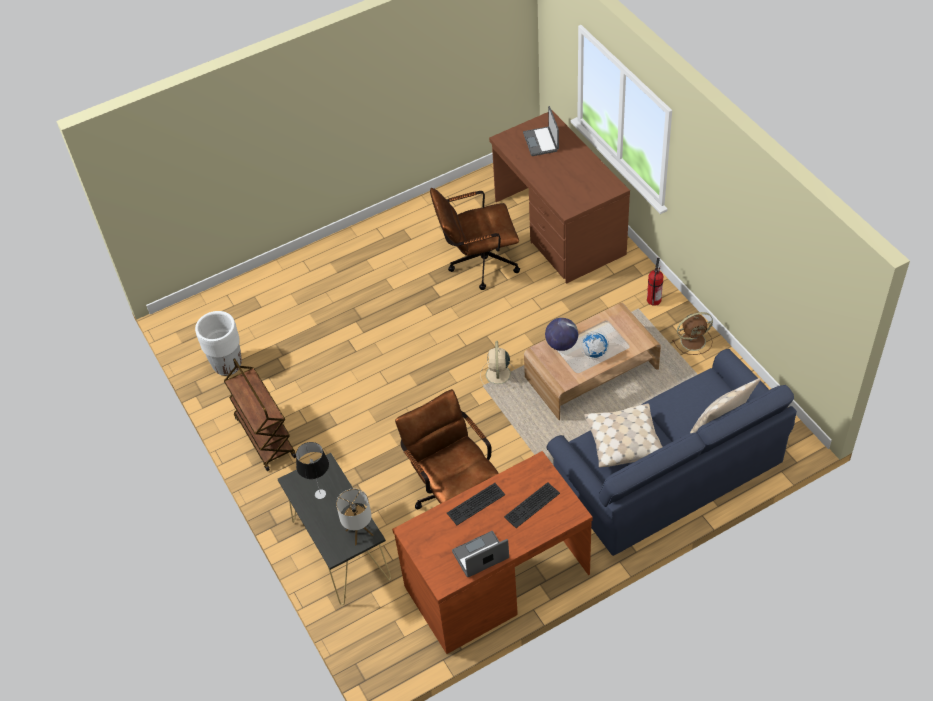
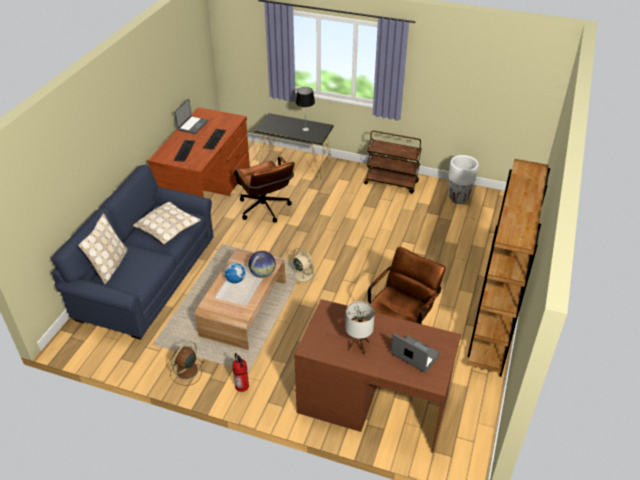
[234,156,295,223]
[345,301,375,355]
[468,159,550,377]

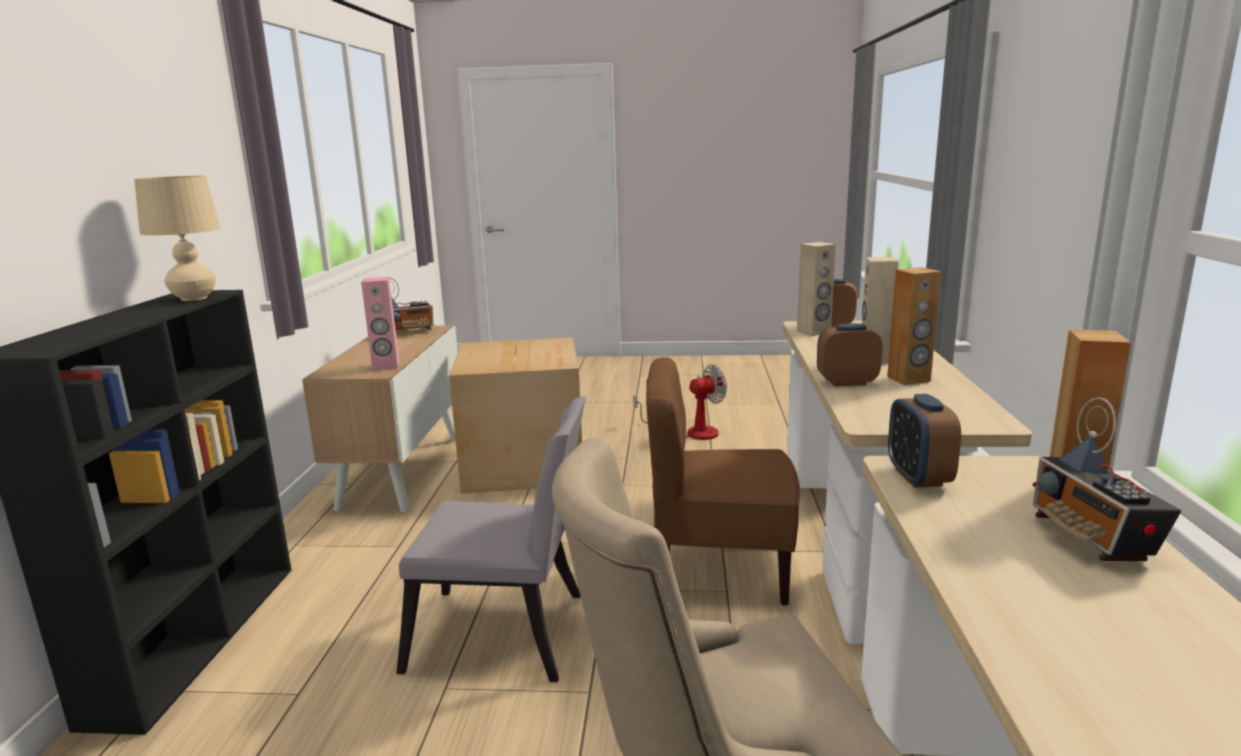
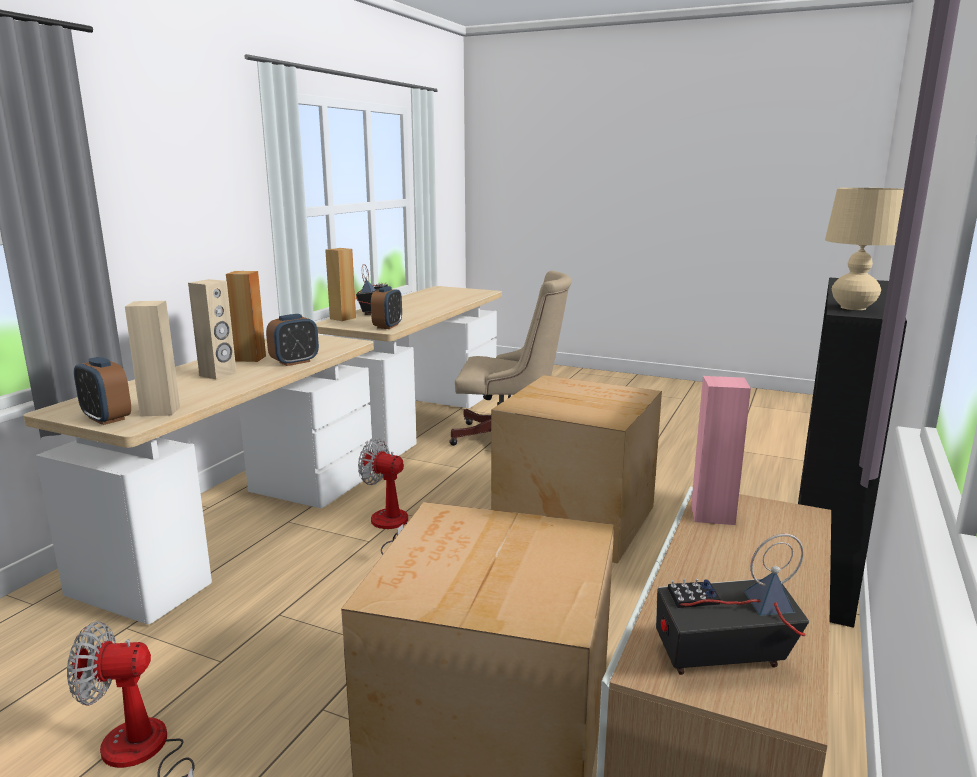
[266,314,319,366]
[358,438,408,555]
[491,375,662,564]

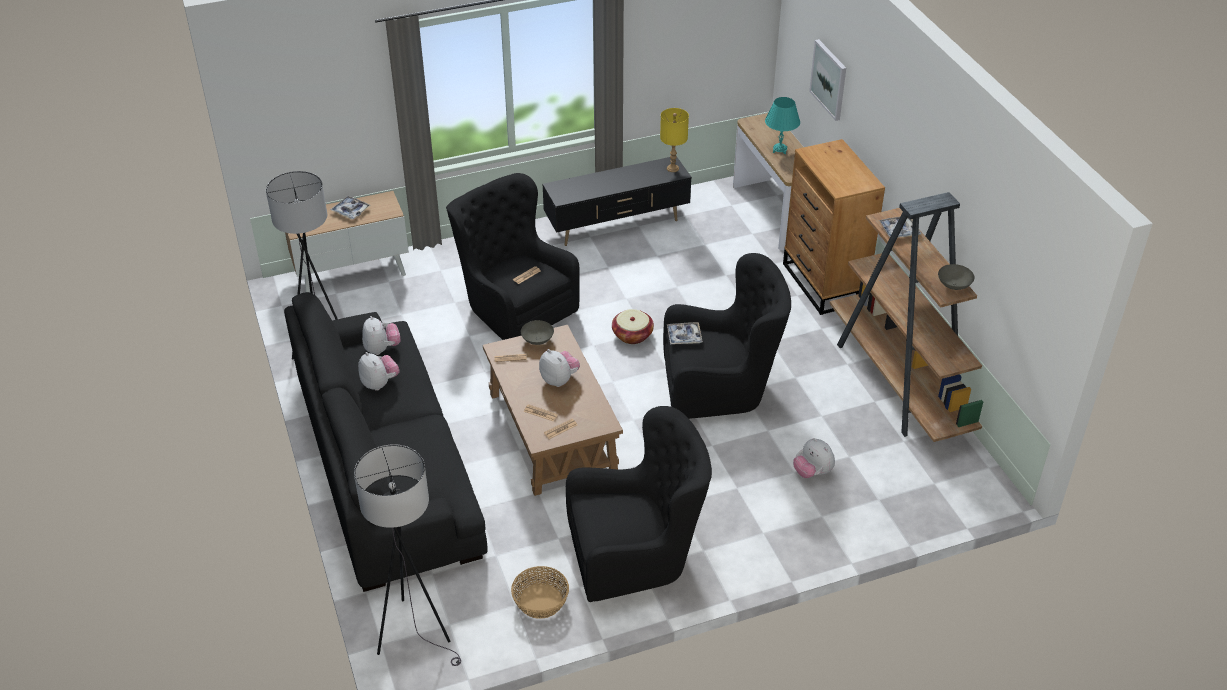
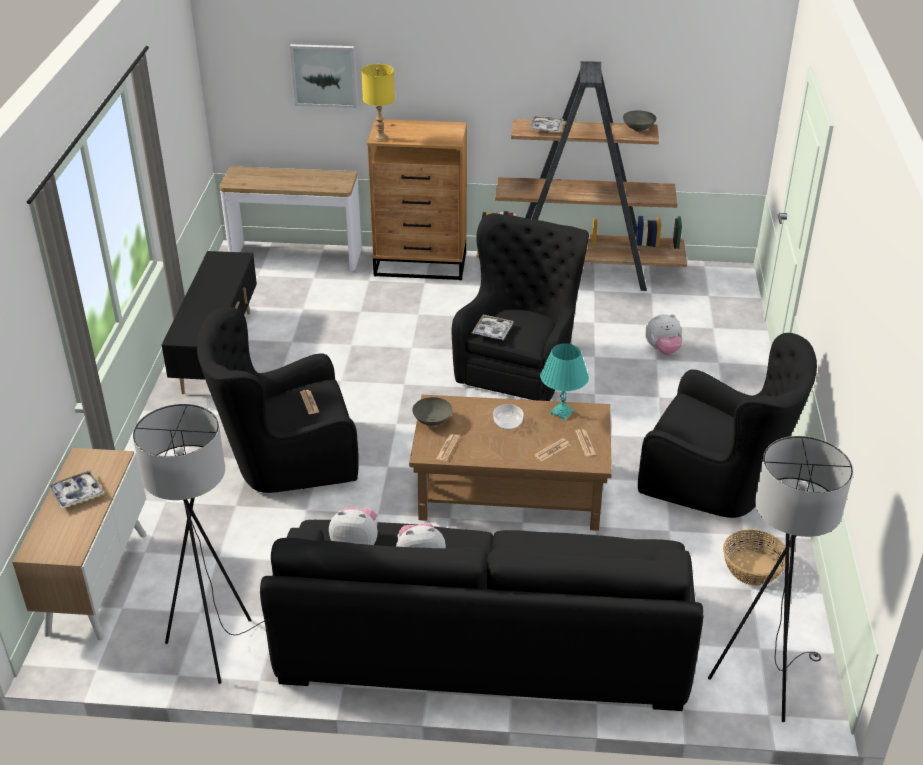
[361,64,395,142]
[493,404,523,430]
[540,343,589,421]
[638,333,817,518]
[612,309,654,344] (first image)

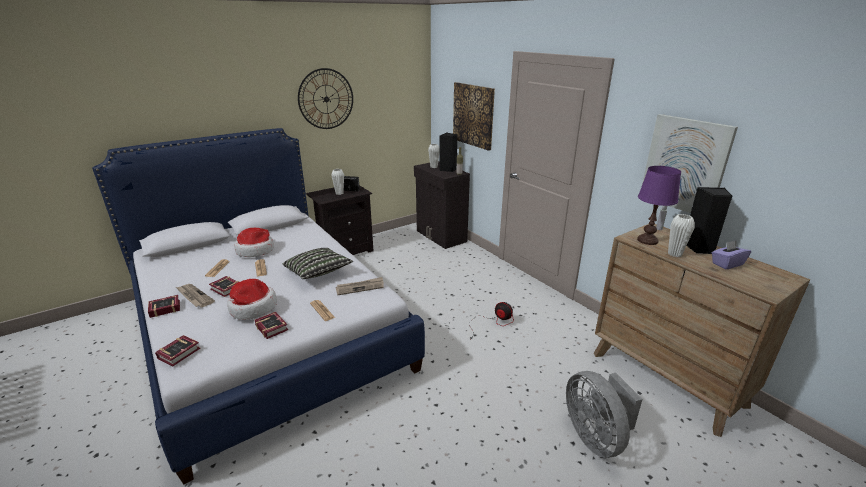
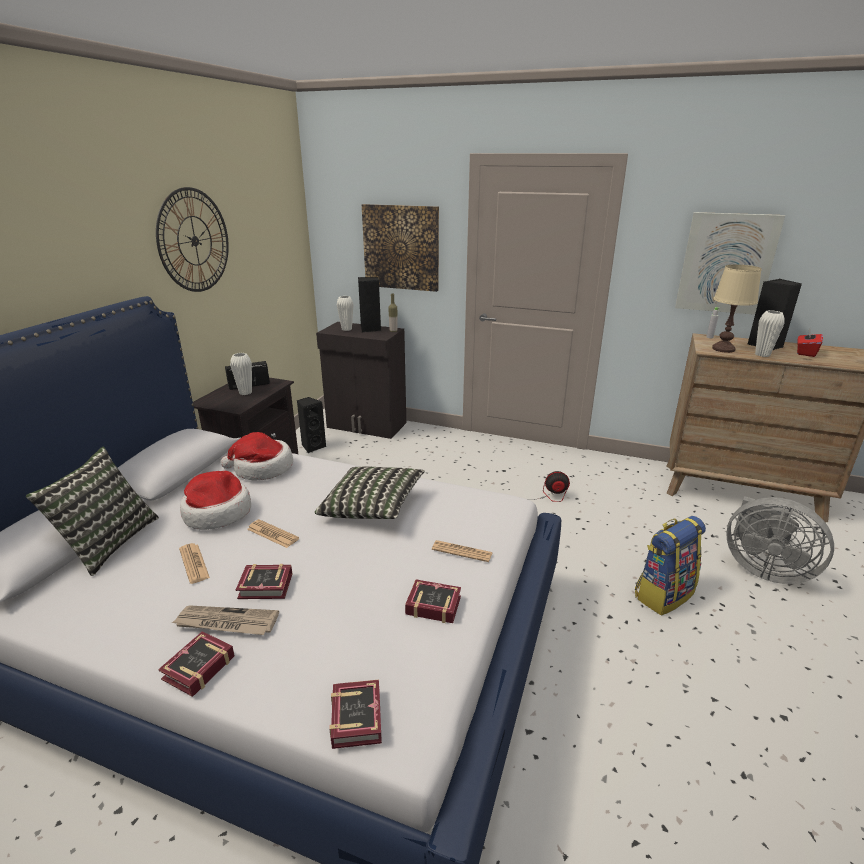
[26,447,159,576]
[220,432,293,480]
[297,397,326,453]
[635,516,706,615]
[712,264,762,353]
[797,329,823,357]
[336,277,384,295] (first image)

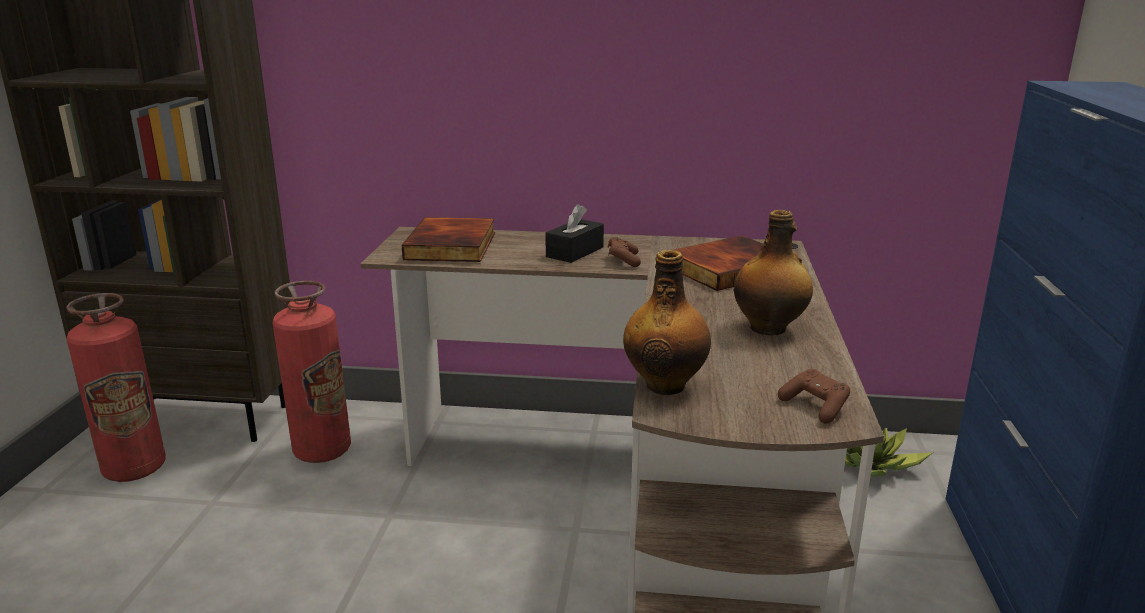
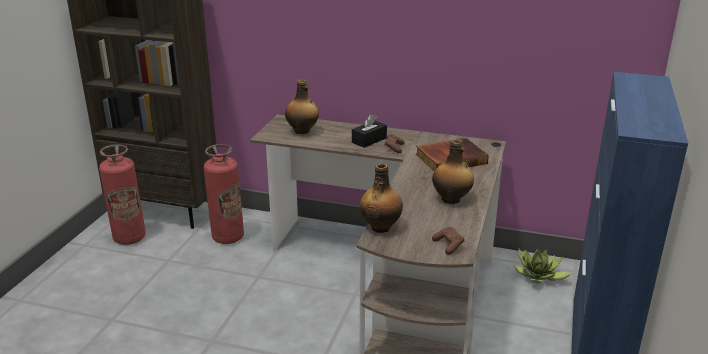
[285,80,319,134]

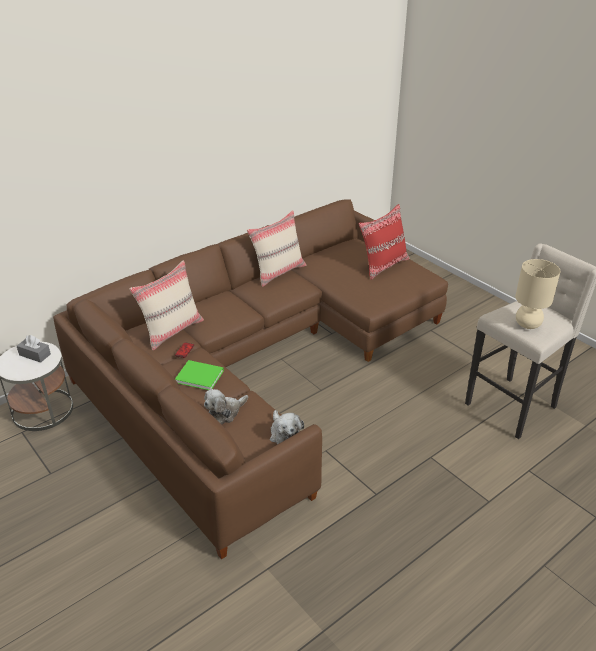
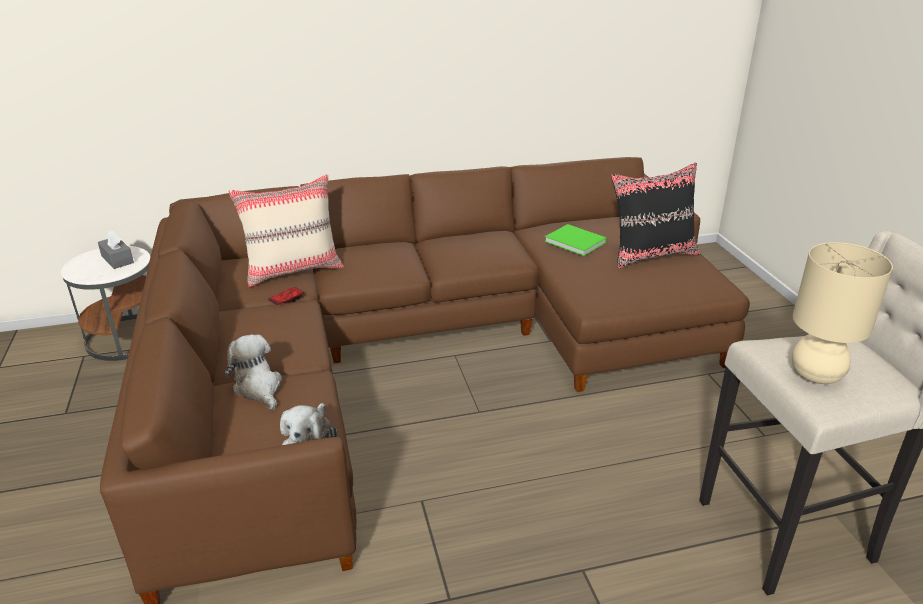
[225,335,282,410]
[544,224,607,256]
[611,163,700,269]
[247,210,306,287] (first image)

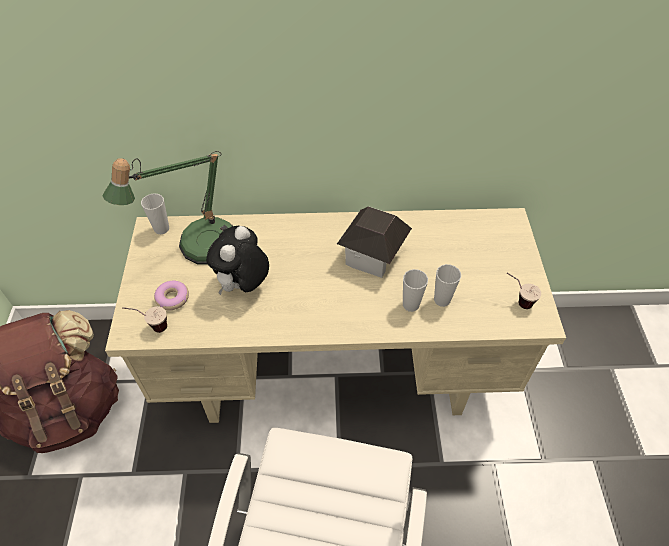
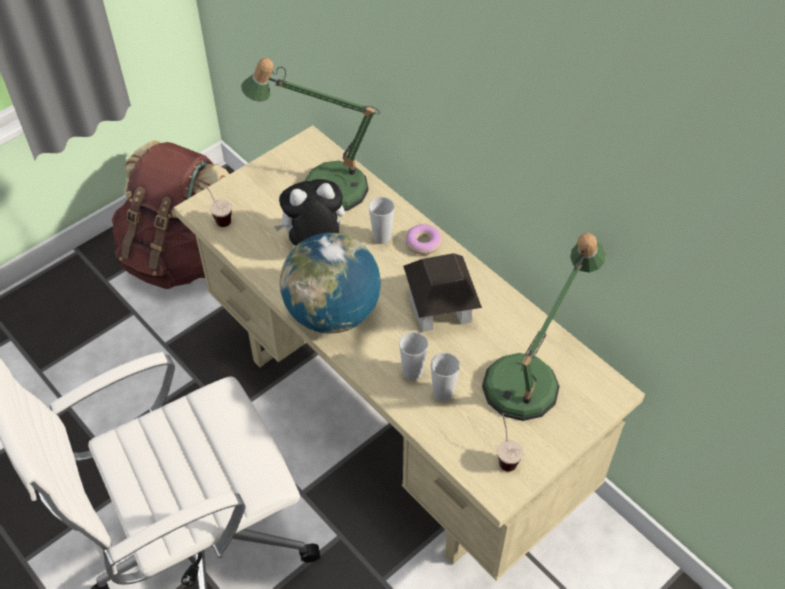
[279,233,381,334]
[369,197,395,244]
[405,224,442,255]
[482,233,606,421]

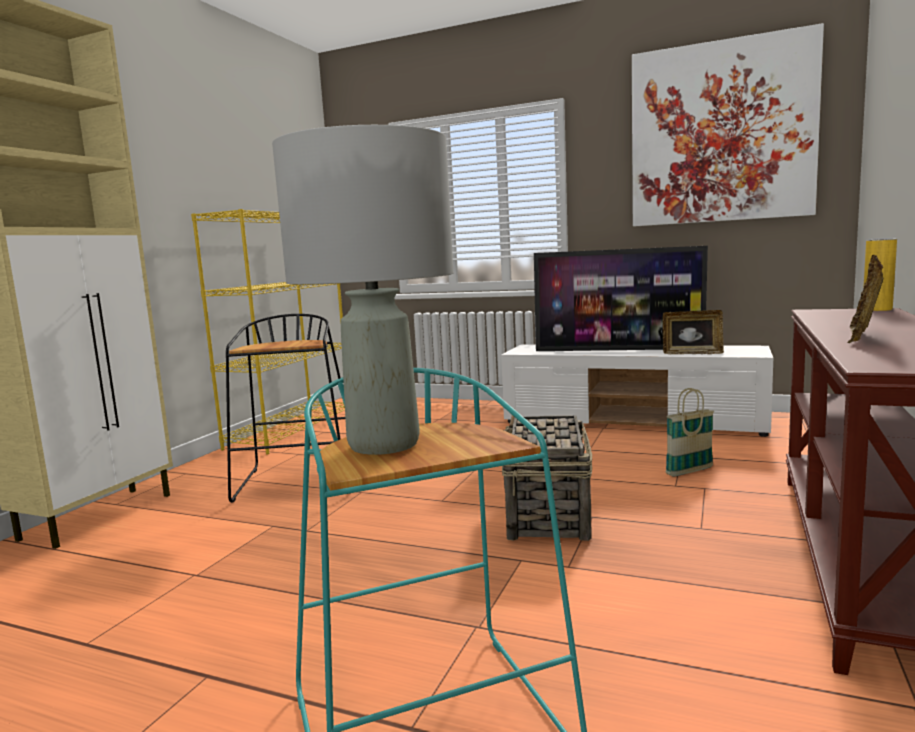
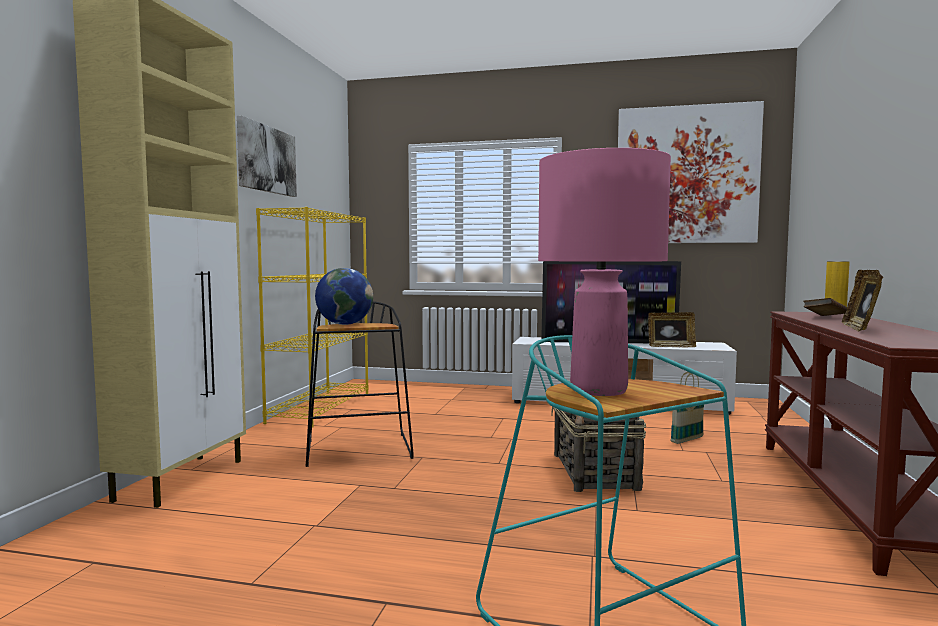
[237,115,297,197]
[315,268,373,325]
[538,148,671,396]
[804,298,847,316]

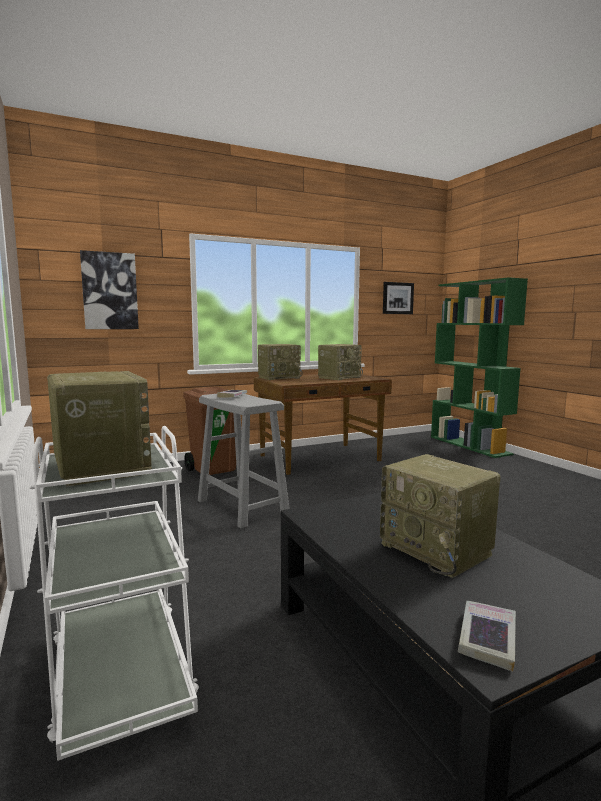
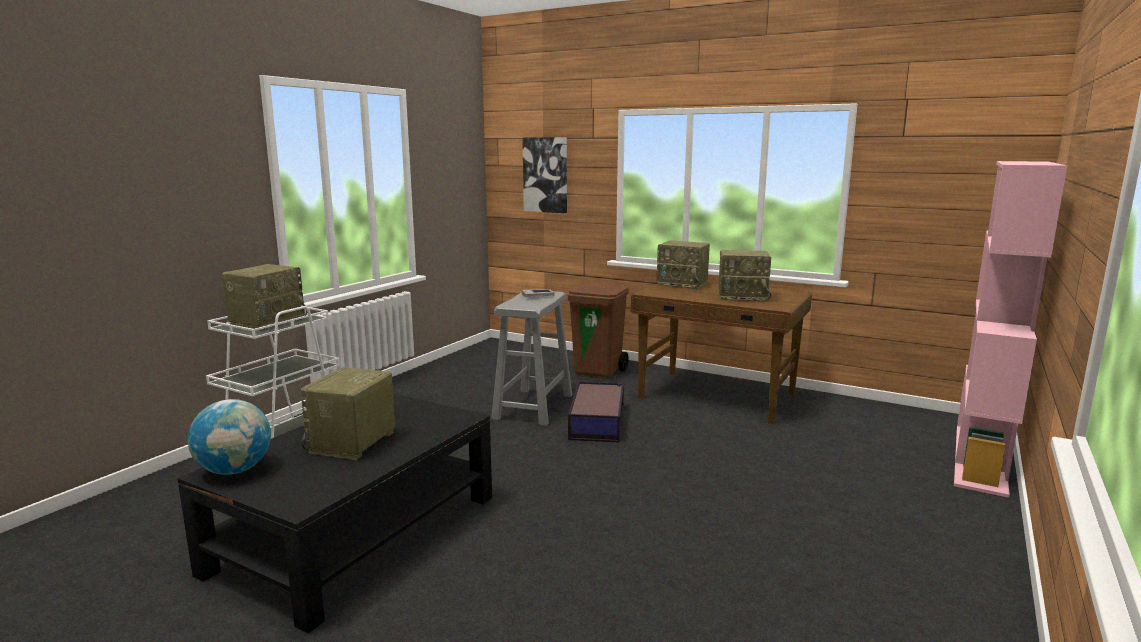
[188,399,271,475]
[568,382,624,442]
[954,161,1067,498]
[383,282,414,314] (first image)

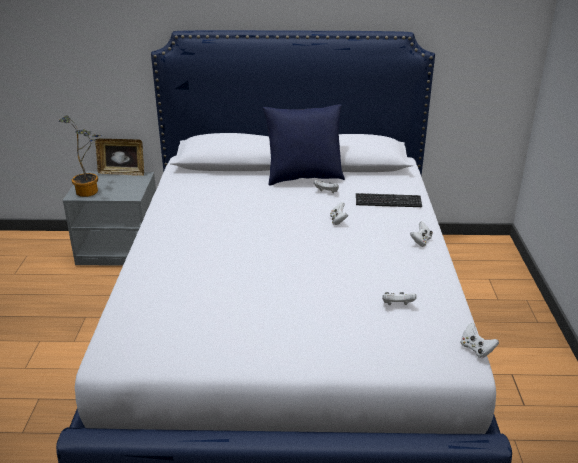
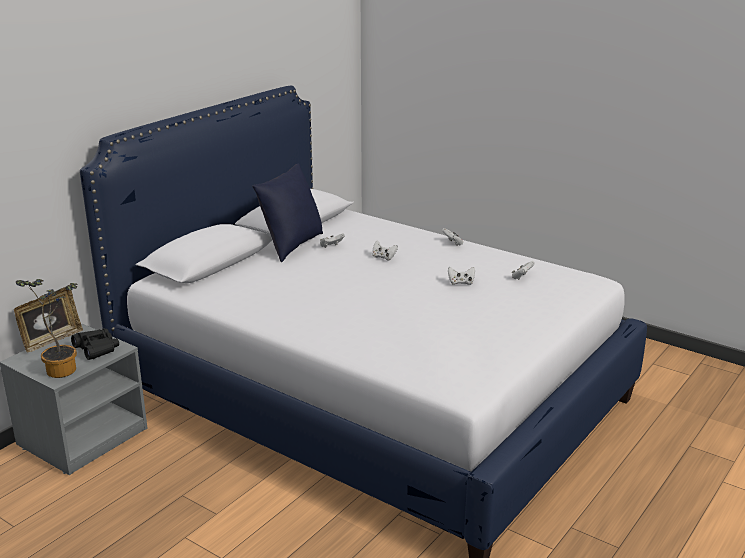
[71,328,119,360]
[448,267,475,285]
[356,193,422,207] (first image)

